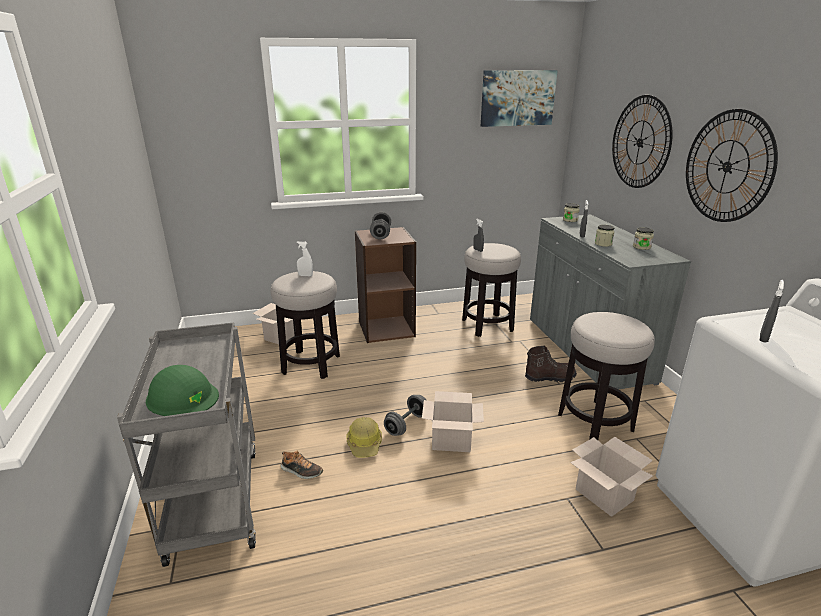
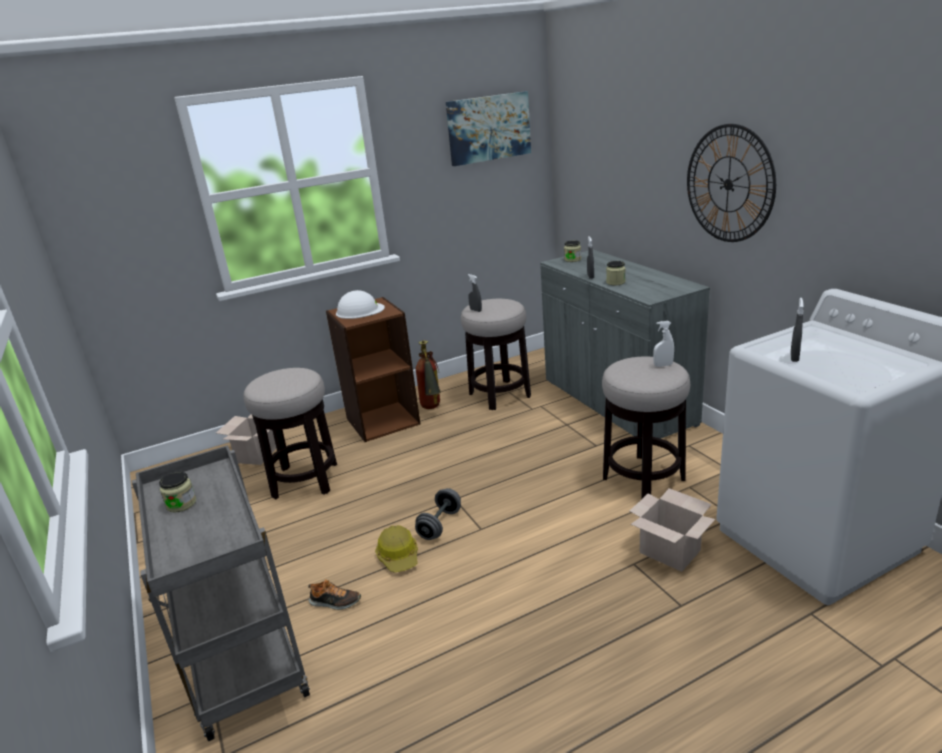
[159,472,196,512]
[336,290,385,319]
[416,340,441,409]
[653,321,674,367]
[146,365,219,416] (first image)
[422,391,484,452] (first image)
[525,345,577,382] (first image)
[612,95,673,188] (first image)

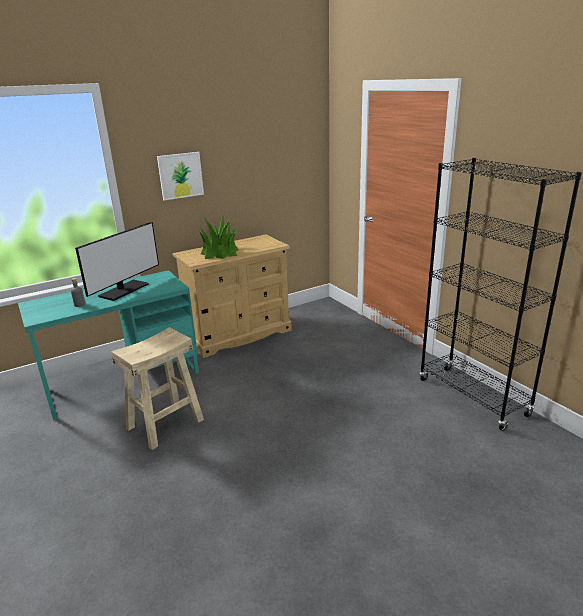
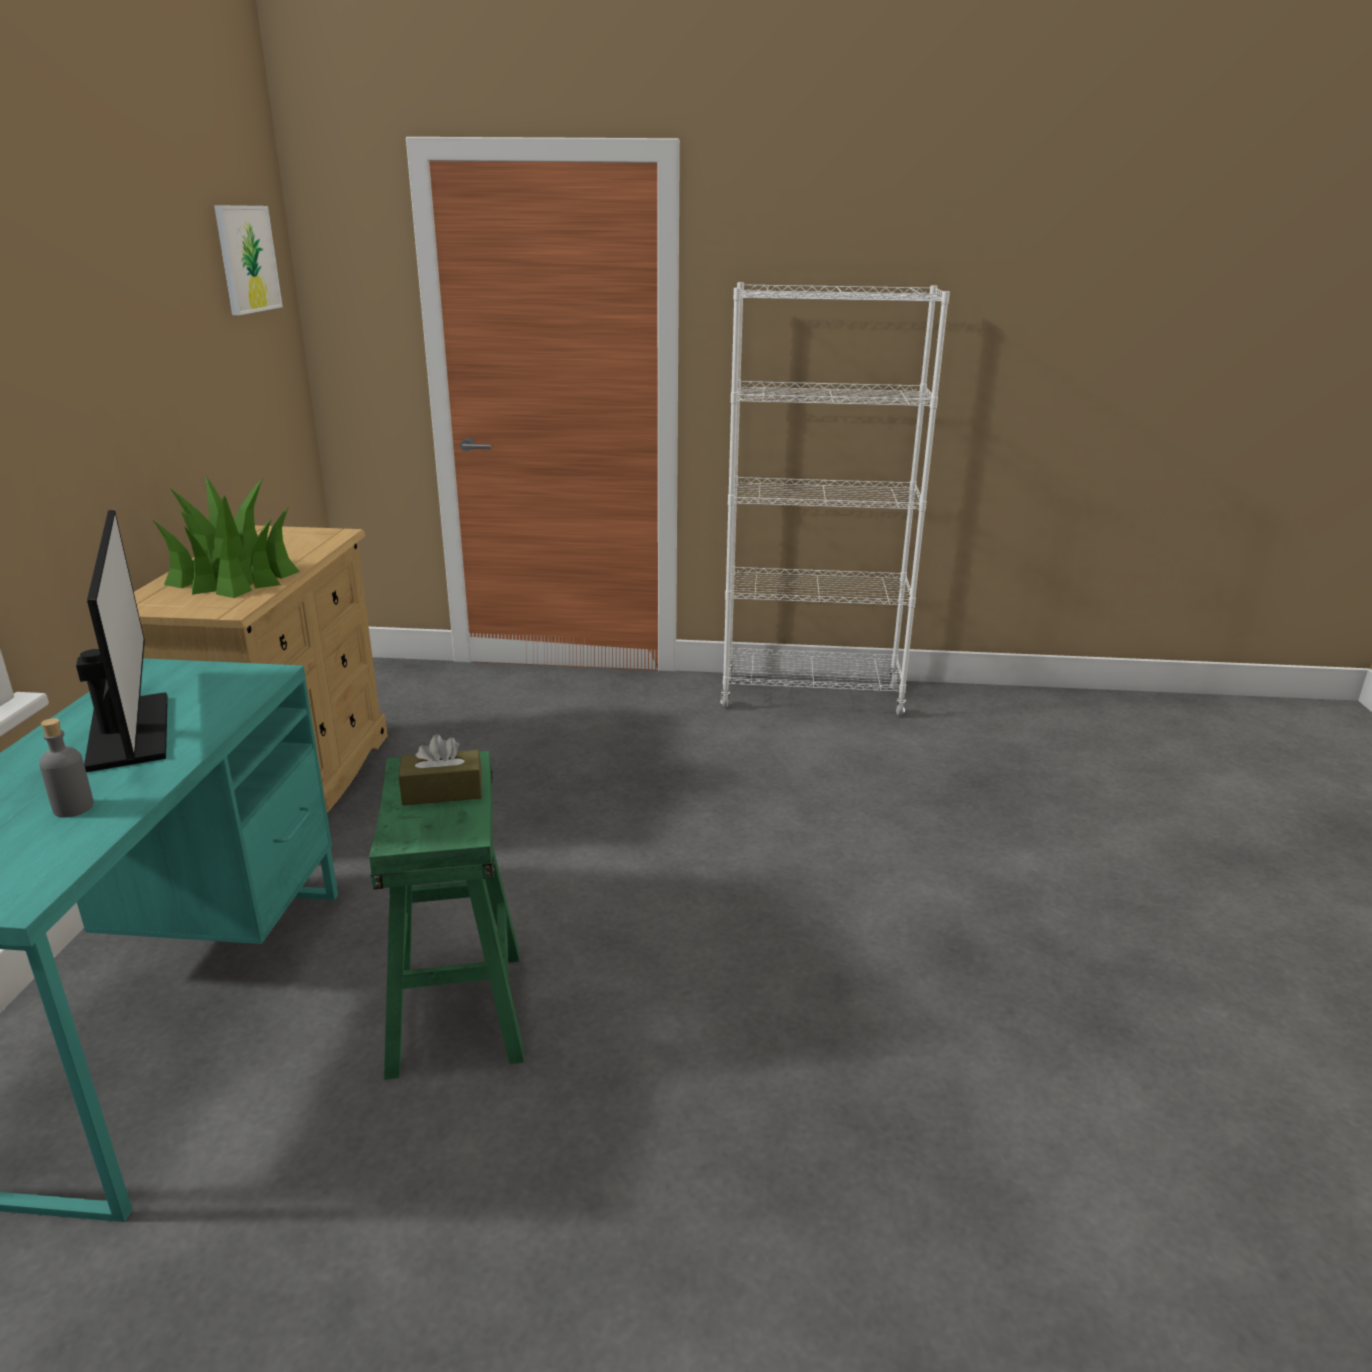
[214,205,283,315]
[369,751,524,1080]
[399,734,482,806]
[720,282,950,716]

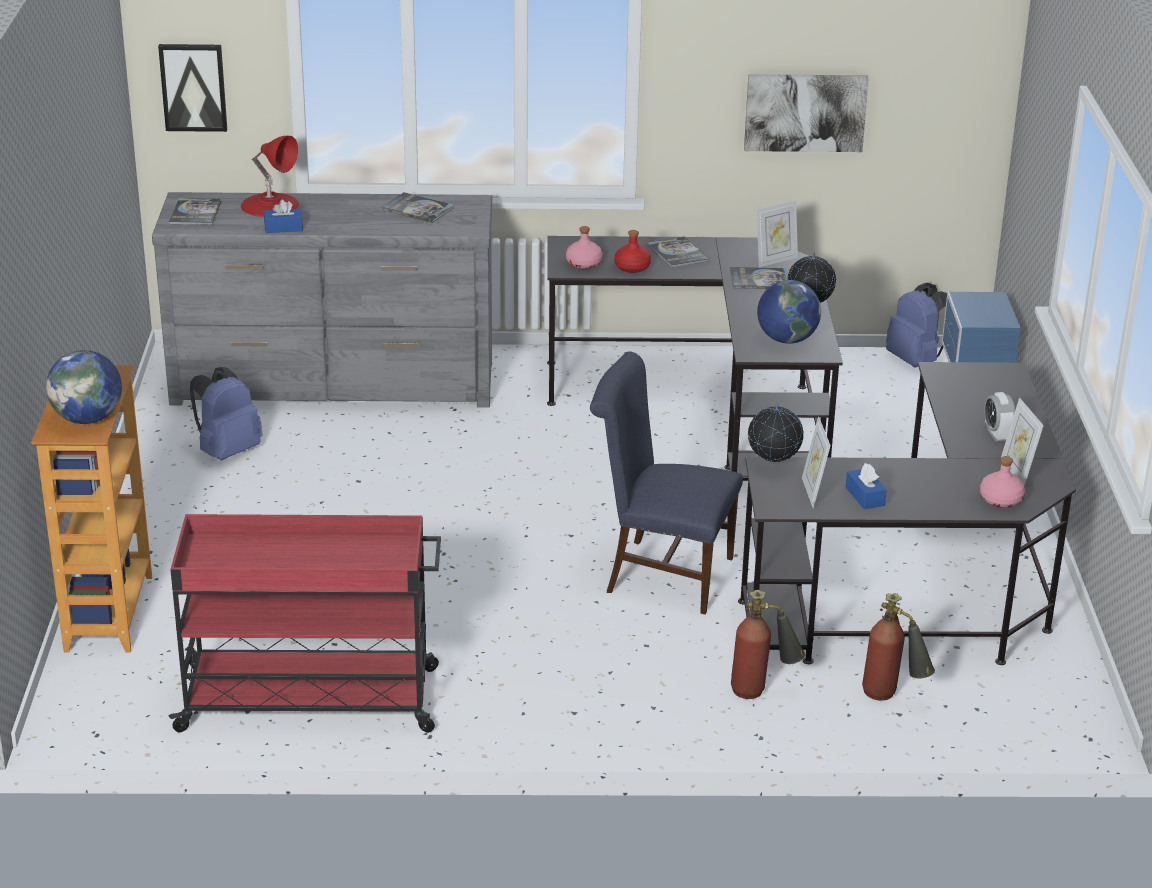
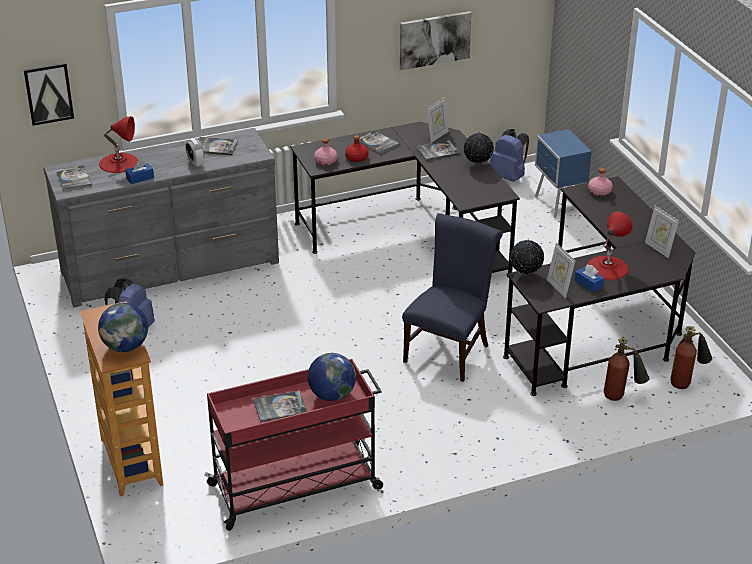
[185,139,204,167]
[253,391,308,422]
[308,353,356,401]
[402,213,503,382]
[587,211,633,280]
[588,168,613,196]
[670,326,712,389]

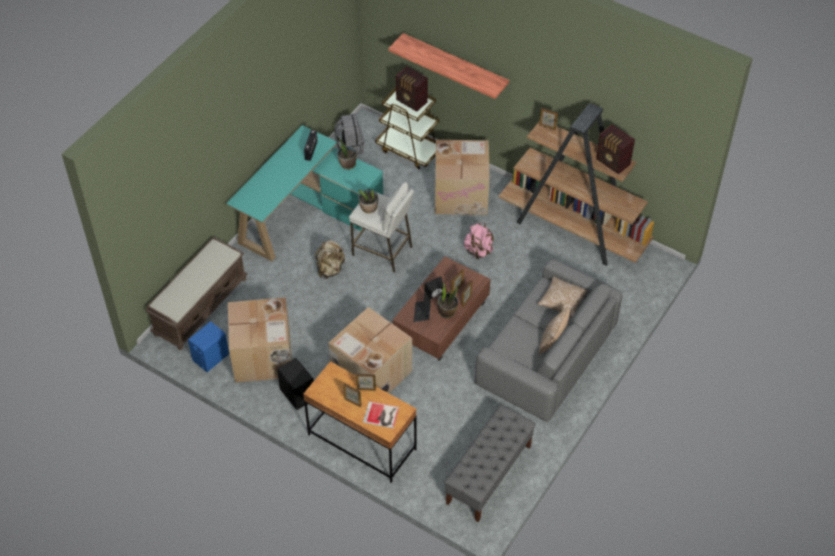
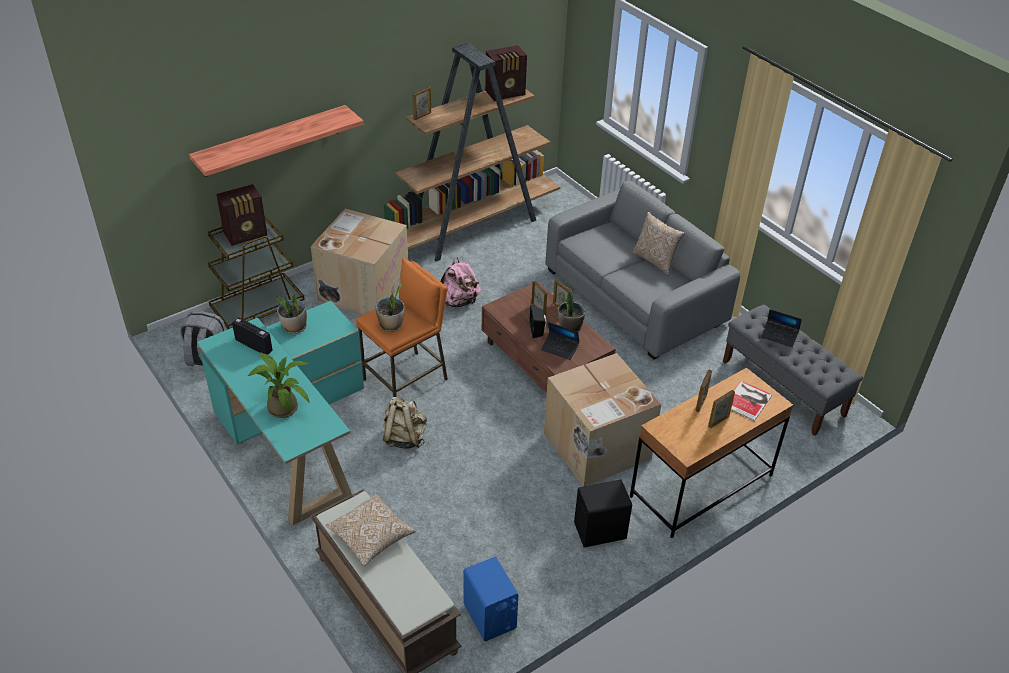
[247,352,309,418]
[326,493,416,567]
[356,258,448,397]
[761,309,802,347]
[228,297,292,383] (first image)

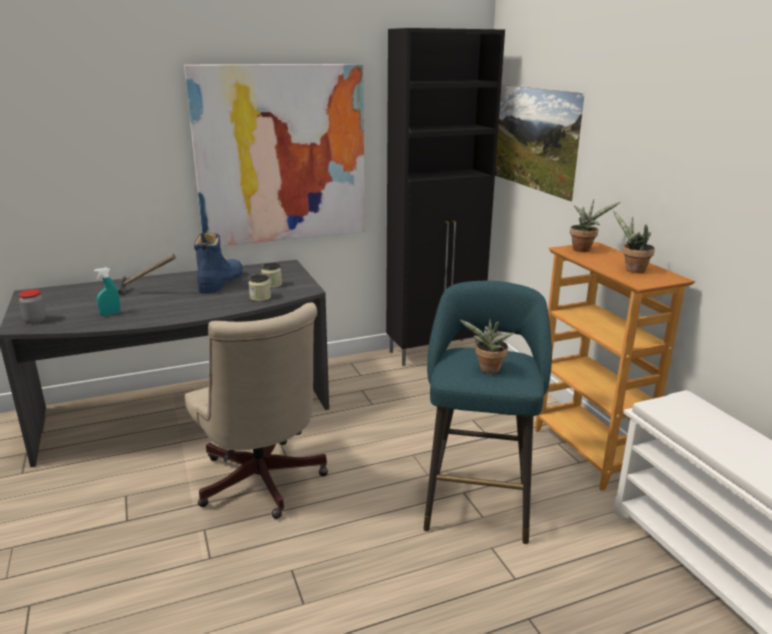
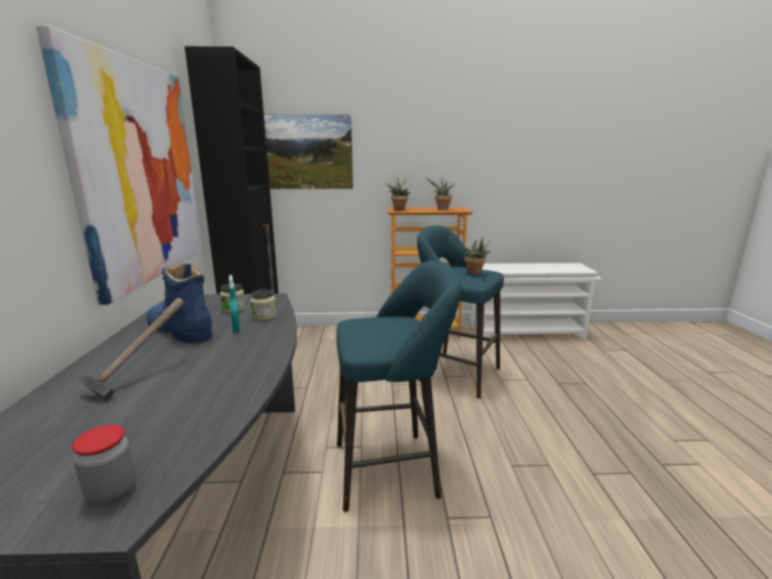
[229,275,240,332]
[336,260,461,512]

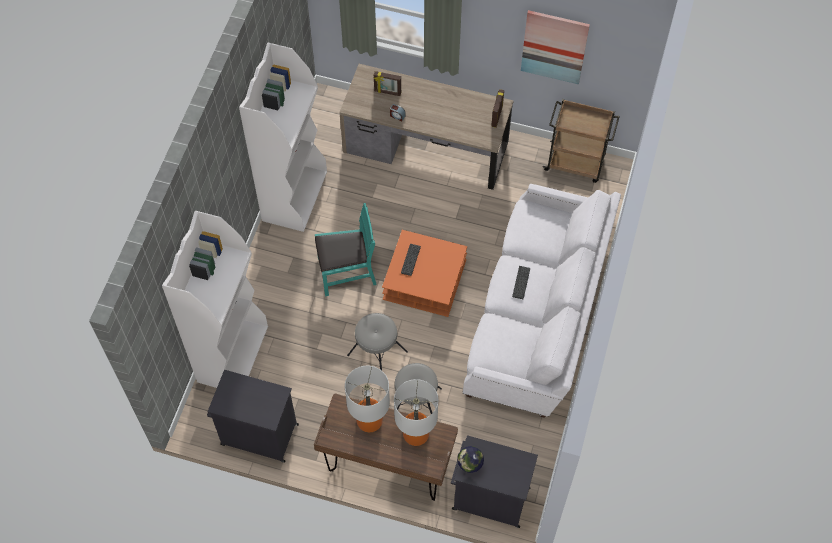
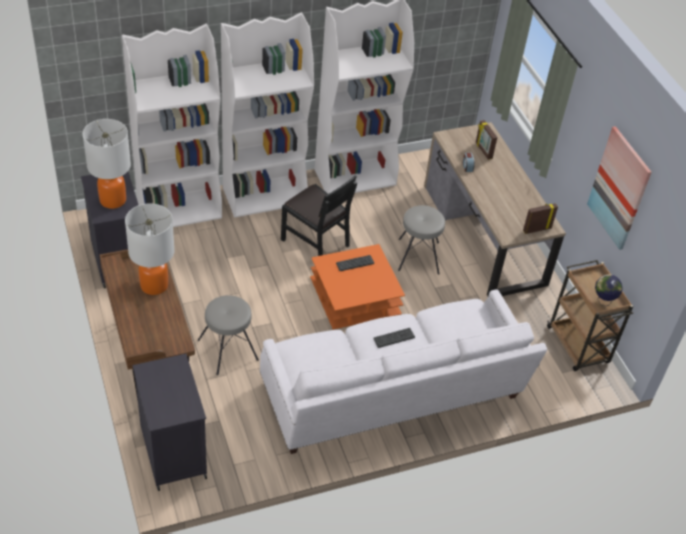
[82,119,131,209]
[221,12,314,218]
[281,175,357,256]
[398,205,445,274]
[595,274,623,306]

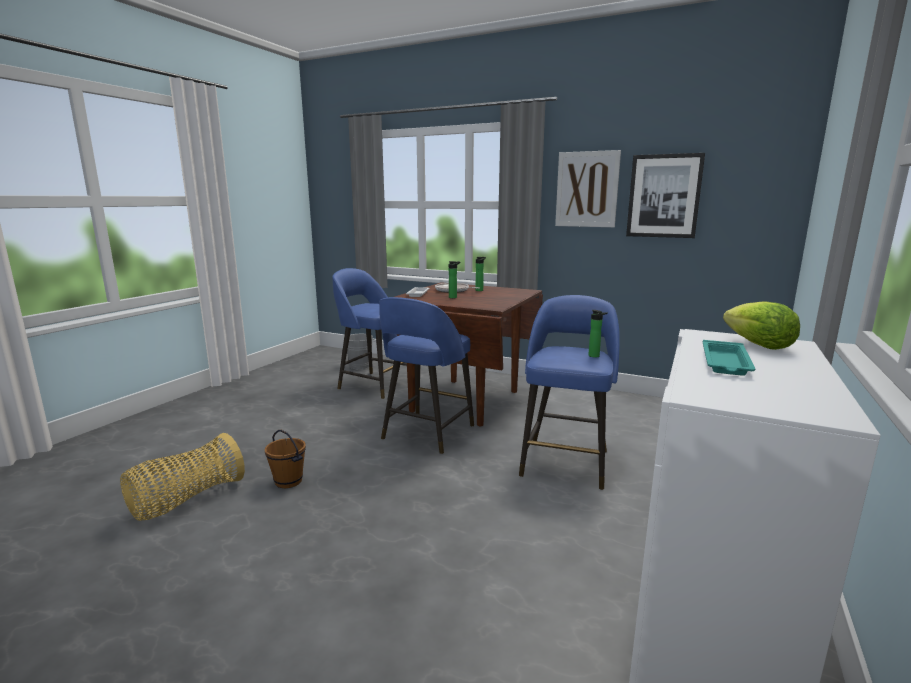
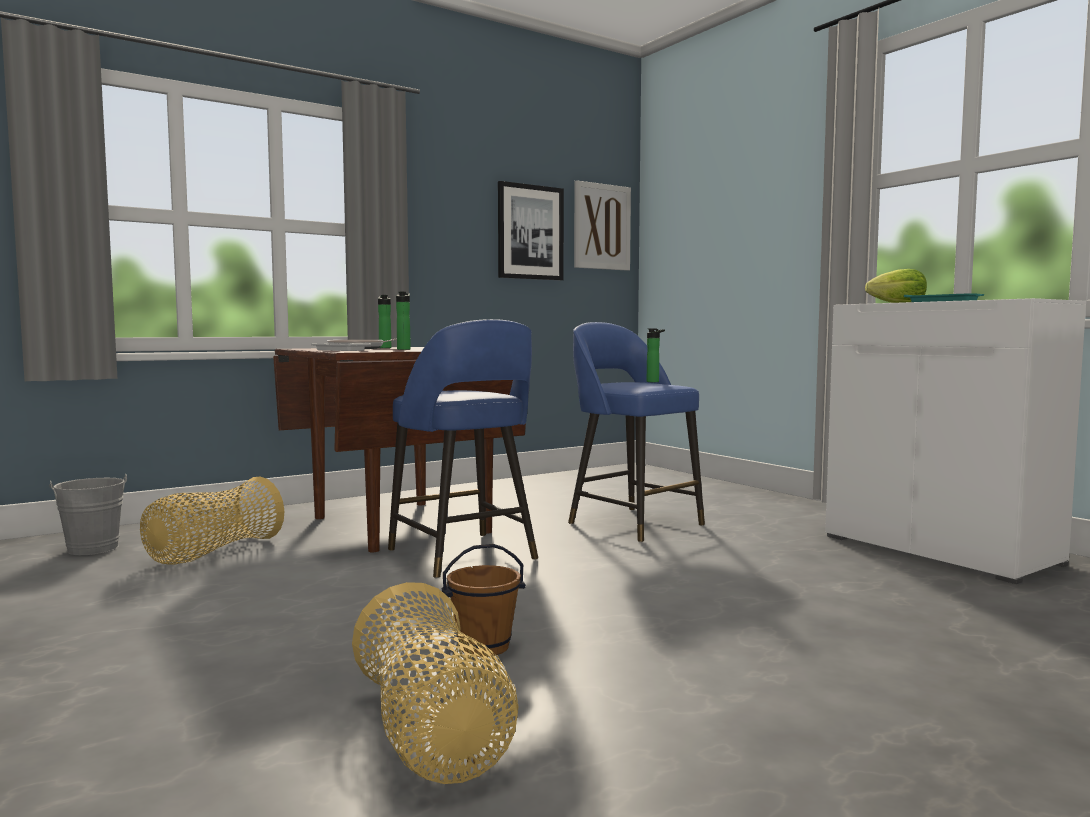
[140,476,285,565]
[574,180,631,271]

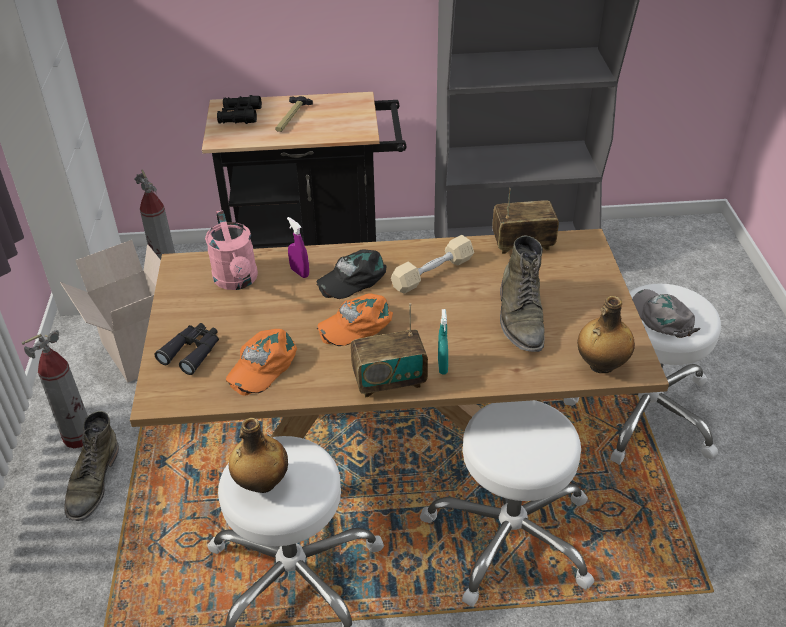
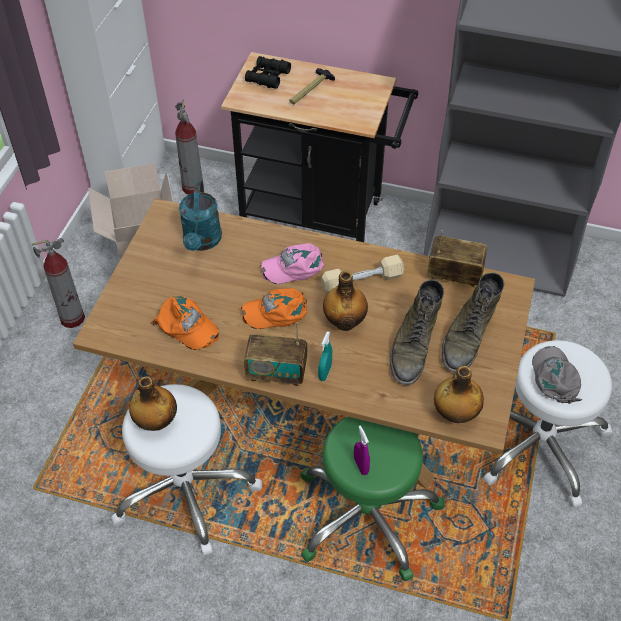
[151,296,219,350]
[179,181,222,251]
[260,243,324,284]
[300,416,445,581]
[323,271,368,331]
[354,425,370,475]
[441,272,504,373]
[154,323,219,375] (first image)

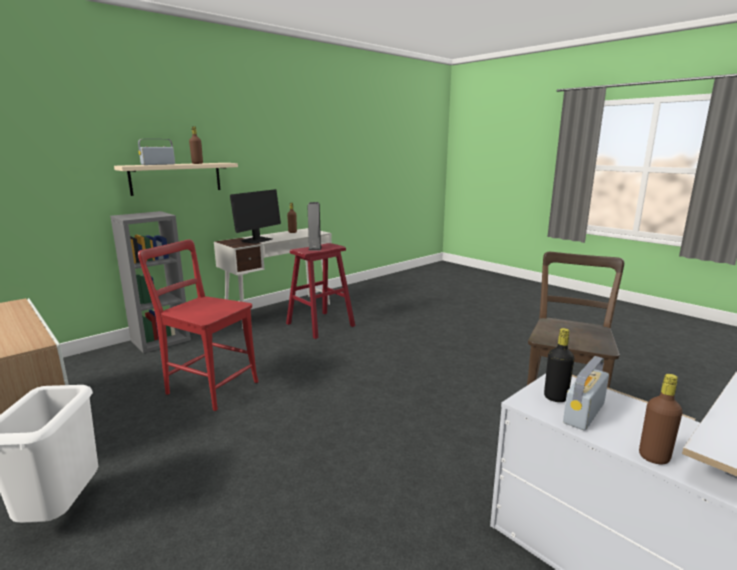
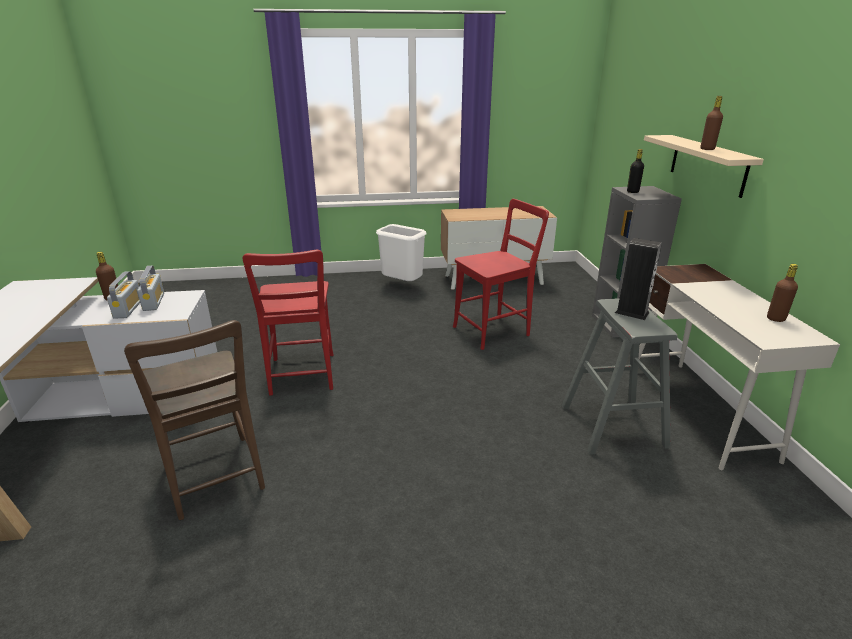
[107,271,140,319]
[242,250,334,396]
[562,298,678,455]
[627,149,644,193]
[230,189,281,244] (first image)

